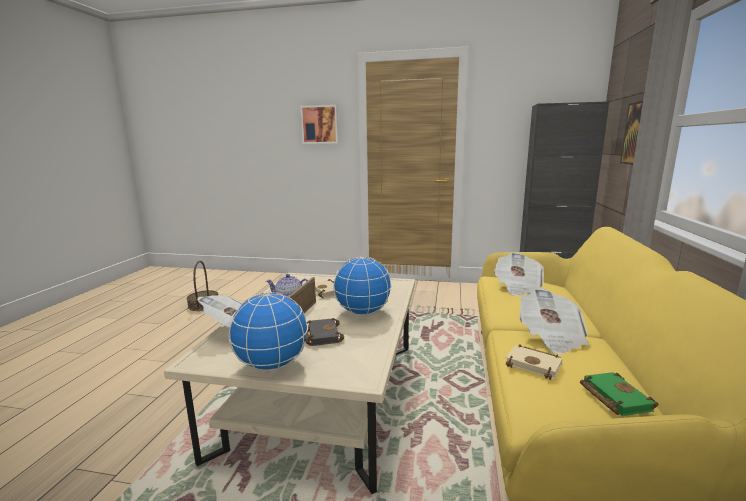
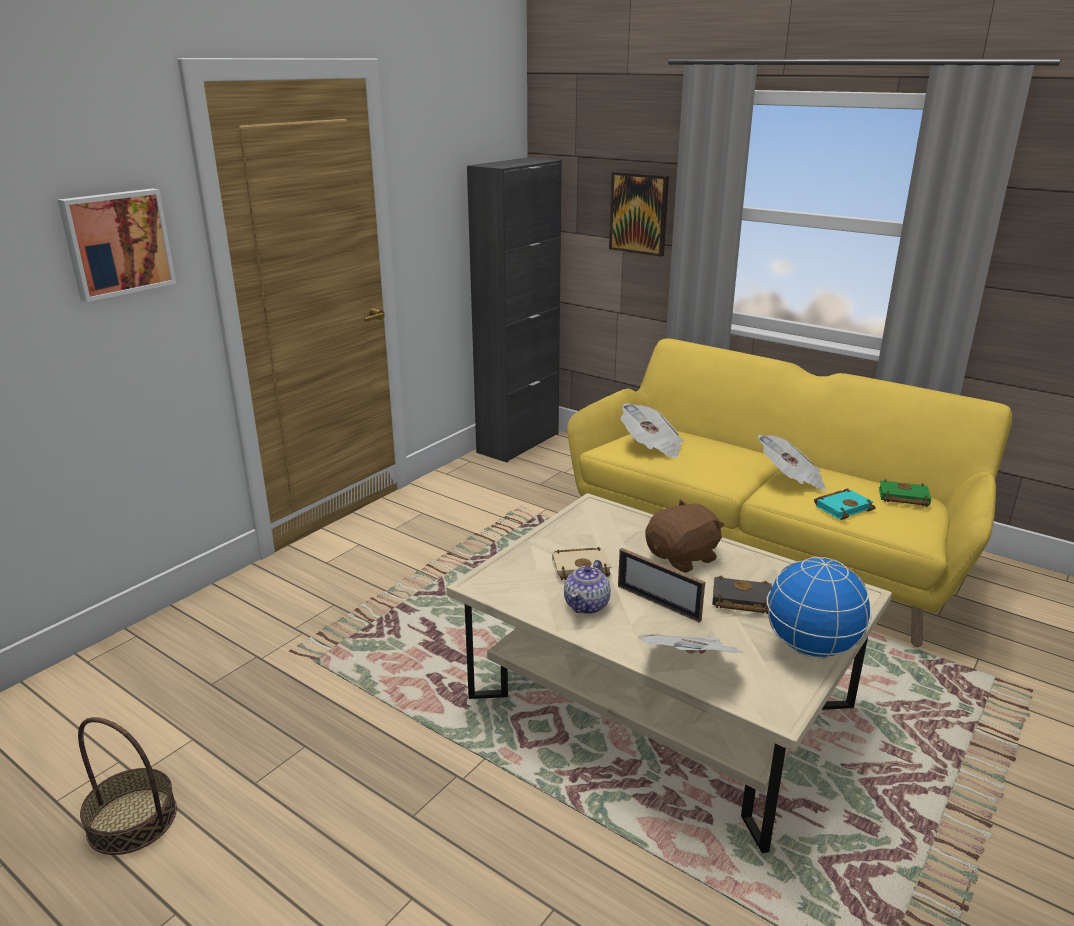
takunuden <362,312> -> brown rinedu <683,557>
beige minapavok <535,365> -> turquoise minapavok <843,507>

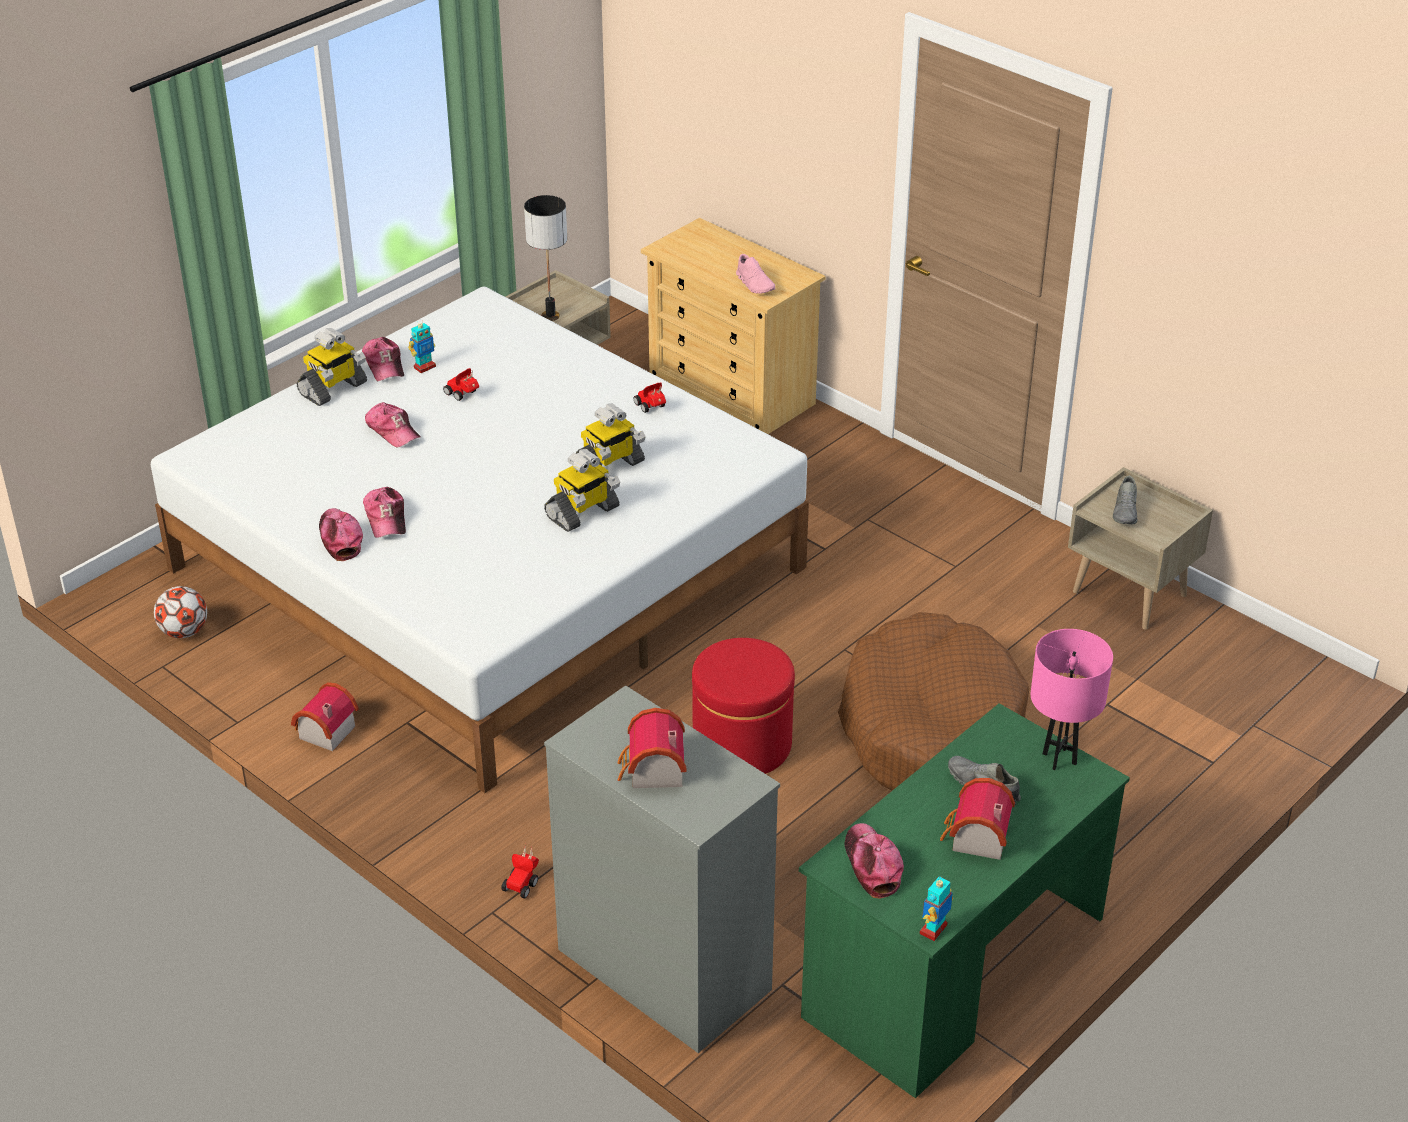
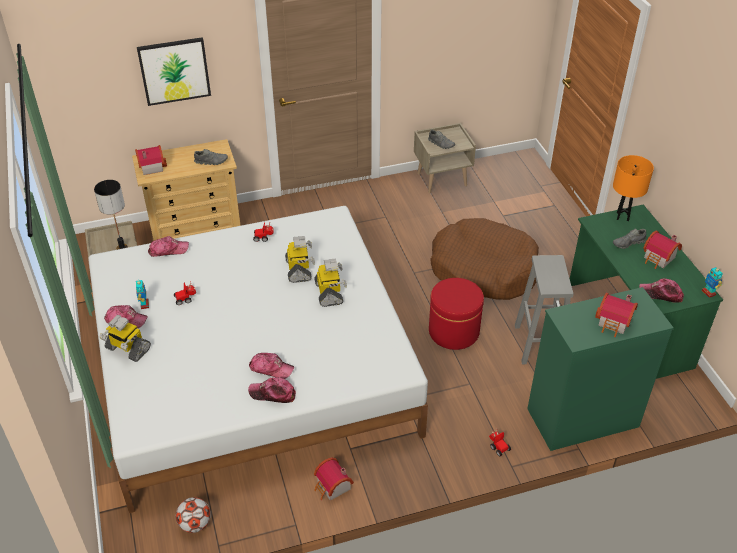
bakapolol <333,389> -> bakapolol <127,349>, 135 degrees clockwise
none -> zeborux <151,166>
none -> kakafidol <174,71>
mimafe <392,430> -> mimafe <168,250>, move
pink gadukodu <755,284> -> grey gadukodu <211,161>
none -> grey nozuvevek <538,343>
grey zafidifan <662,968> -> green zafidifan <582,418>
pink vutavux <1059,758> -> orange vutavux <622,216>

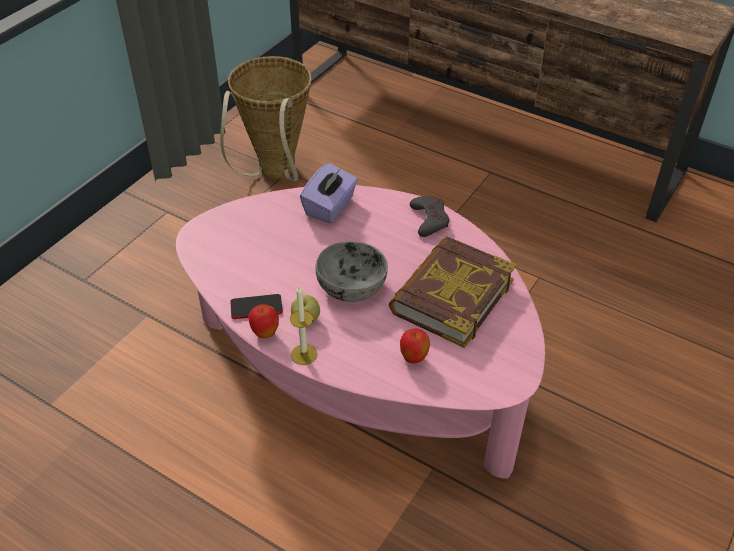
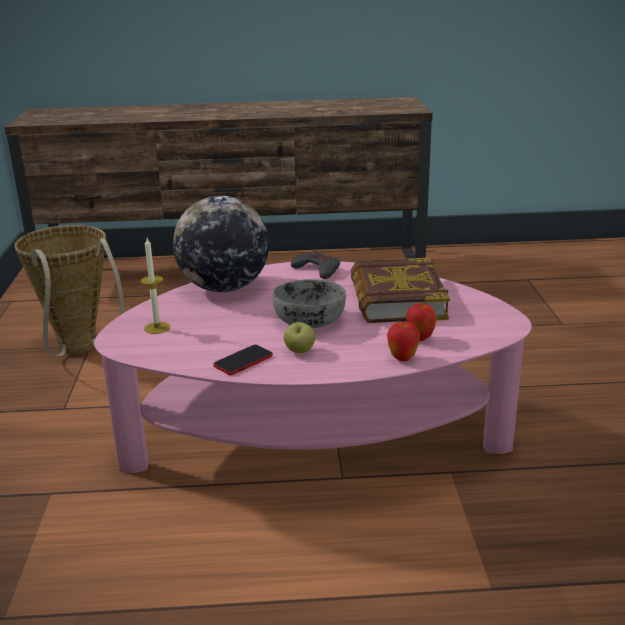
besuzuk <304,354> -> besuzuk <157,328>, move
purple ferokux <330,207> -> takunuden <224,288>
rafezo <265,333> -> rafezo <402,358>, move

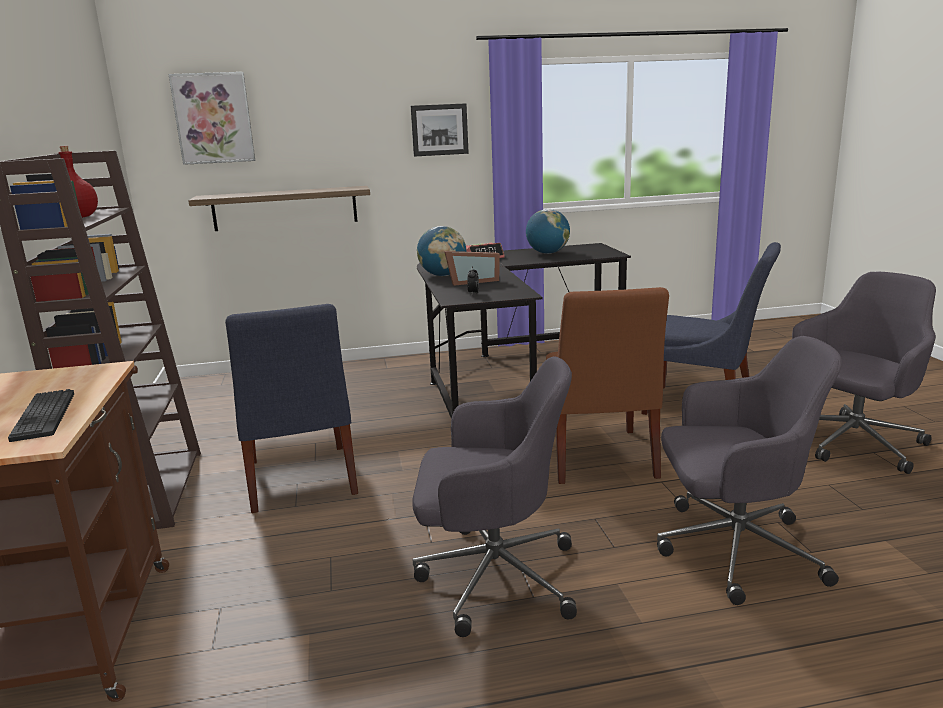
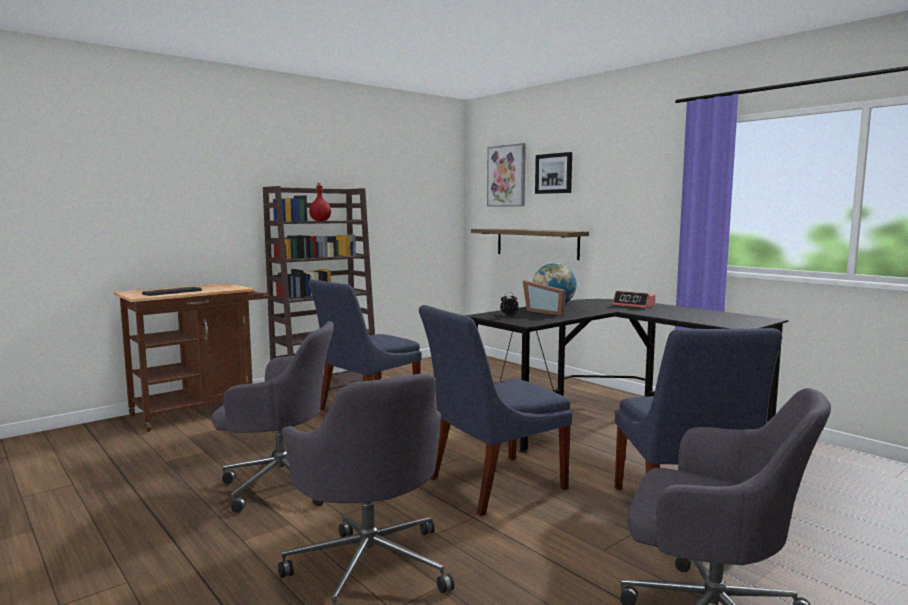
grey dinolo <493,576> -> grey dinolo <280,482>, 60 degrees counterclockwise
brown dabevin <598,458> -> blue dabevin <491,484>
kakafidol <439,130> -> kakafidol <554,173>, move
takunuden <547,253> -> none

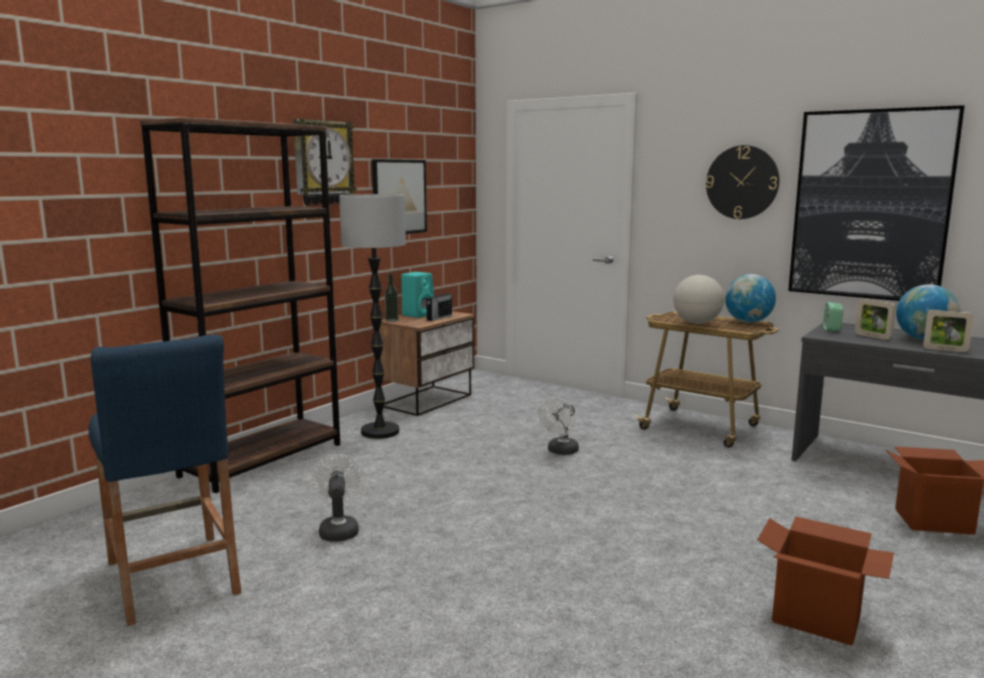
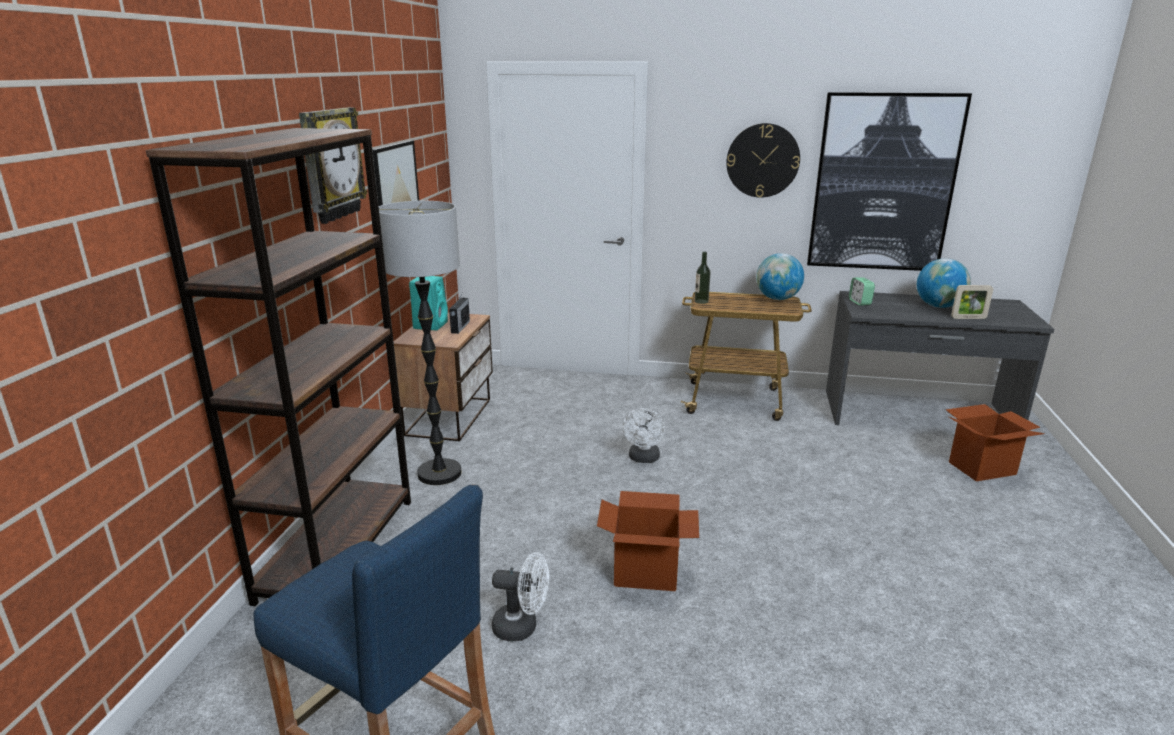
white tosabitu <338,530> -> white tosabitu <522,627>, 135 degrees clockwise
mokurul <817,619> -> mokurul <646,573>, move
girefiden <392,320> -> girefiden <701,301>, move
takunuden <696,323> -> none
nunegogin <872,336> -> none

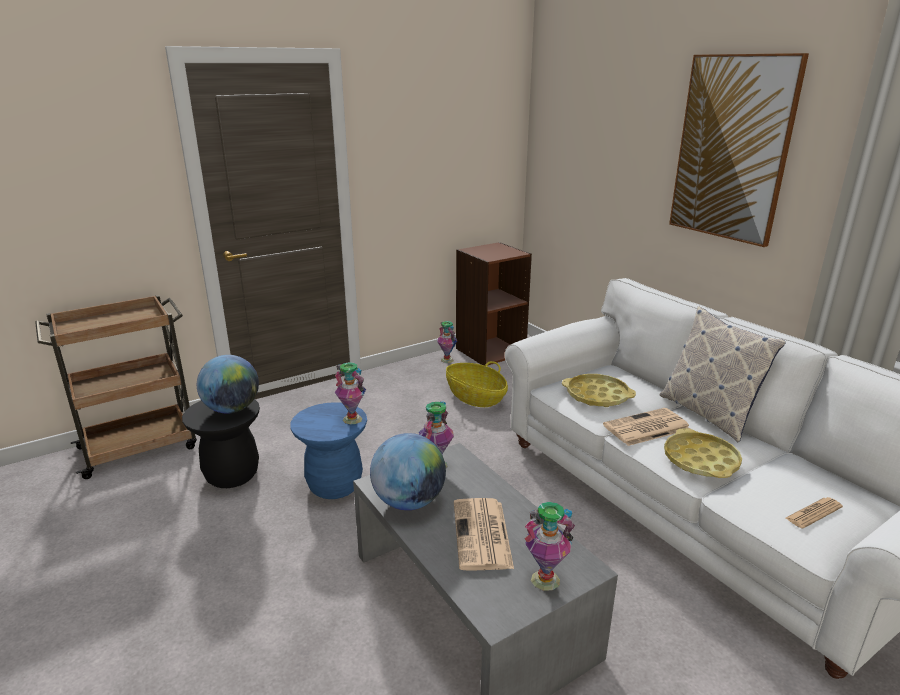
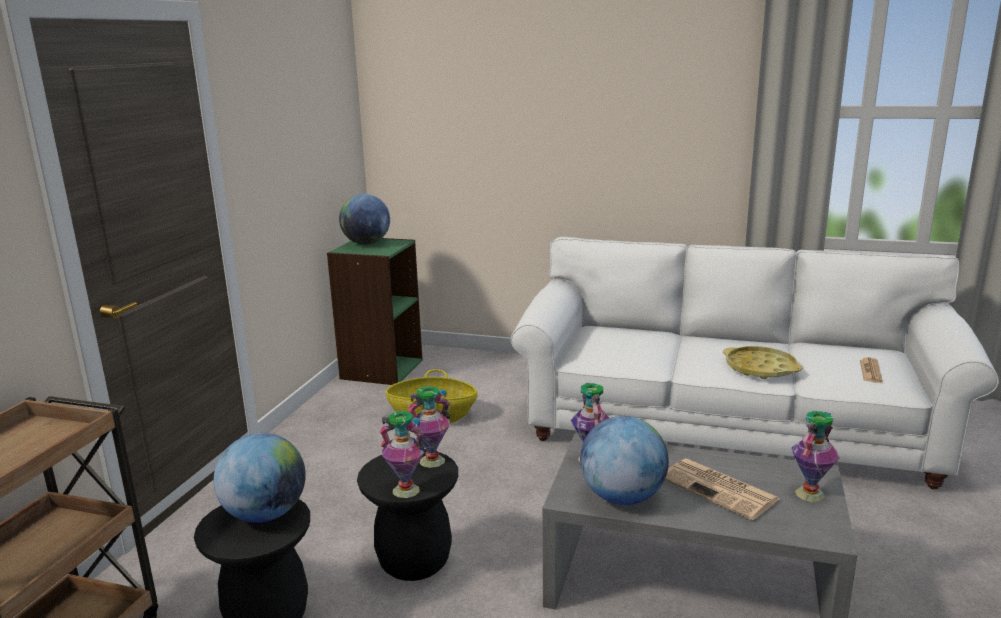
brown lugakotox <490,351> -> green lugakotox <381,369>
none -> takunuden <366,243>
blue nozuvevek <334,485> -> black nozuvevek <414,561>
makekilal <447,360> -> makekilal <406,490>, move
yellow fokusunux <597,395> -> none
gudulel <646,428> -> none
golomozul <708,414> -> none
kakafidol <732,149> -> none

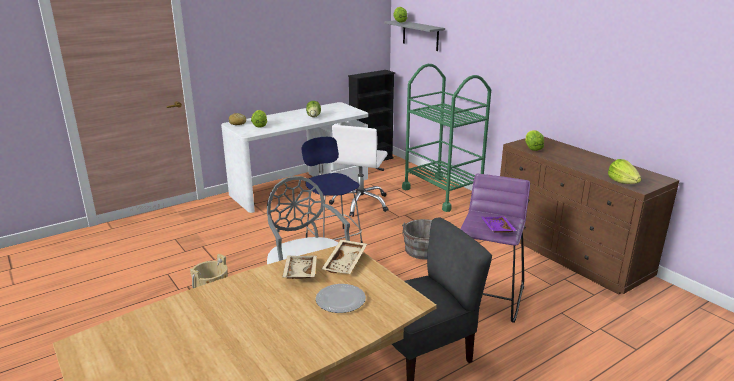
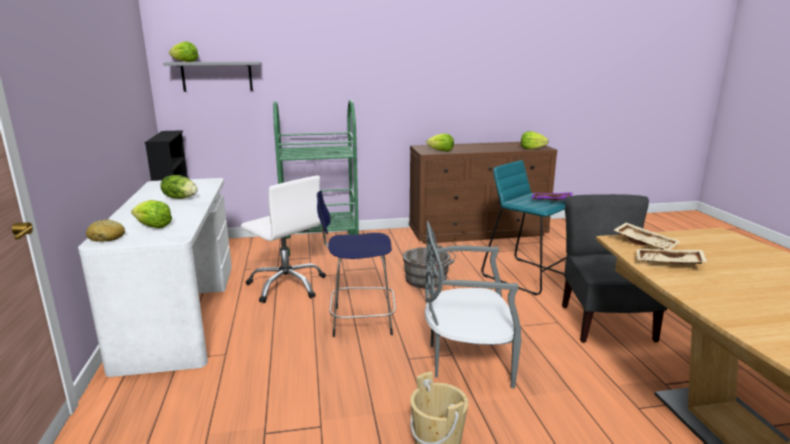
purple nozuvevek <486,297> -> turquoise nozuvevek <526,275>
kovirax <340,300> -> none

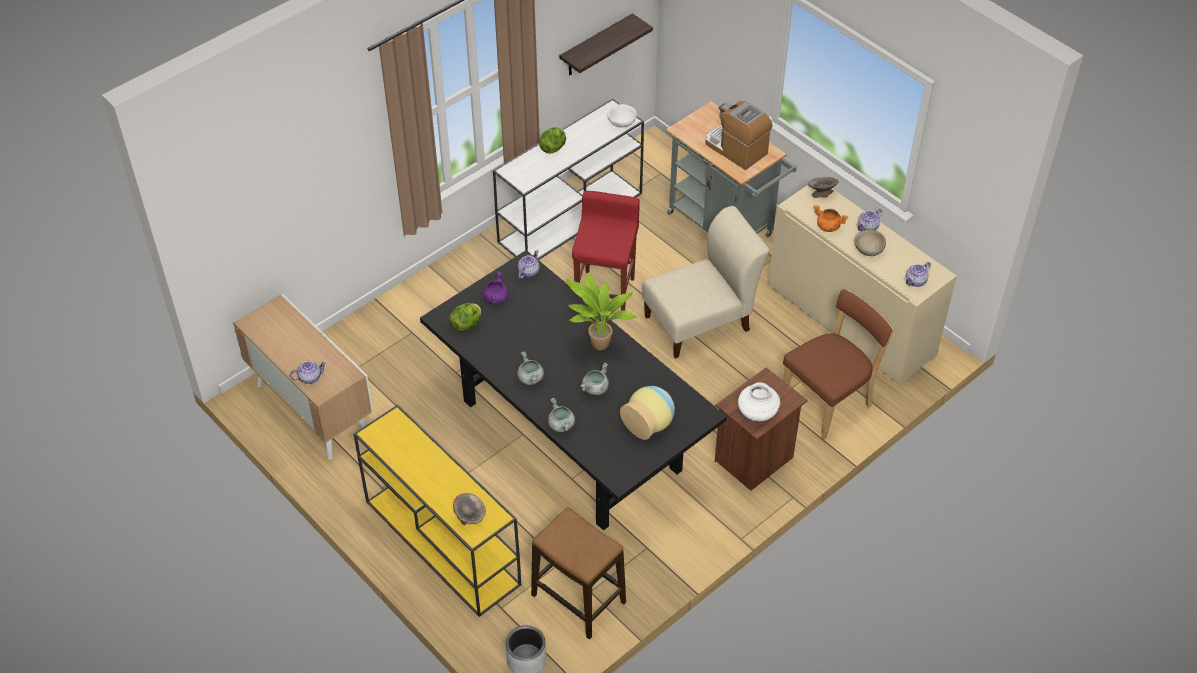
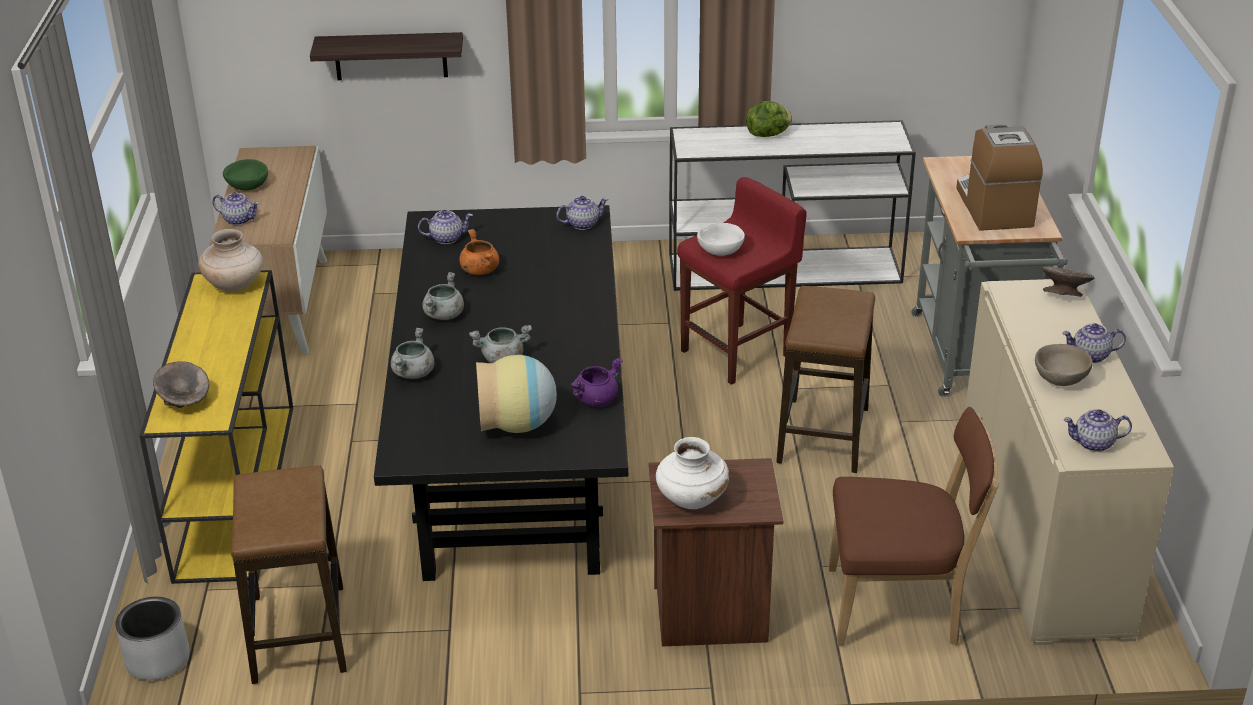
none -> beige makekilal <235,285>
none -> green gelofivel <247,187>
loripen <596,46> -> loripen <390,56>, move
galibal <467,324> -> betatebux <447,238>
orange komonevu <828,226> -> orange komonevu <479,270>, move
purple komonevu <495,298> -> purple komonevu <595,399>, move
white gelofivel <622,122> -> white gelofivel <721,251>, move
beige dabevin <701,321> -> nozuvevek <823,436>
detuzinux <598,347> -> none

